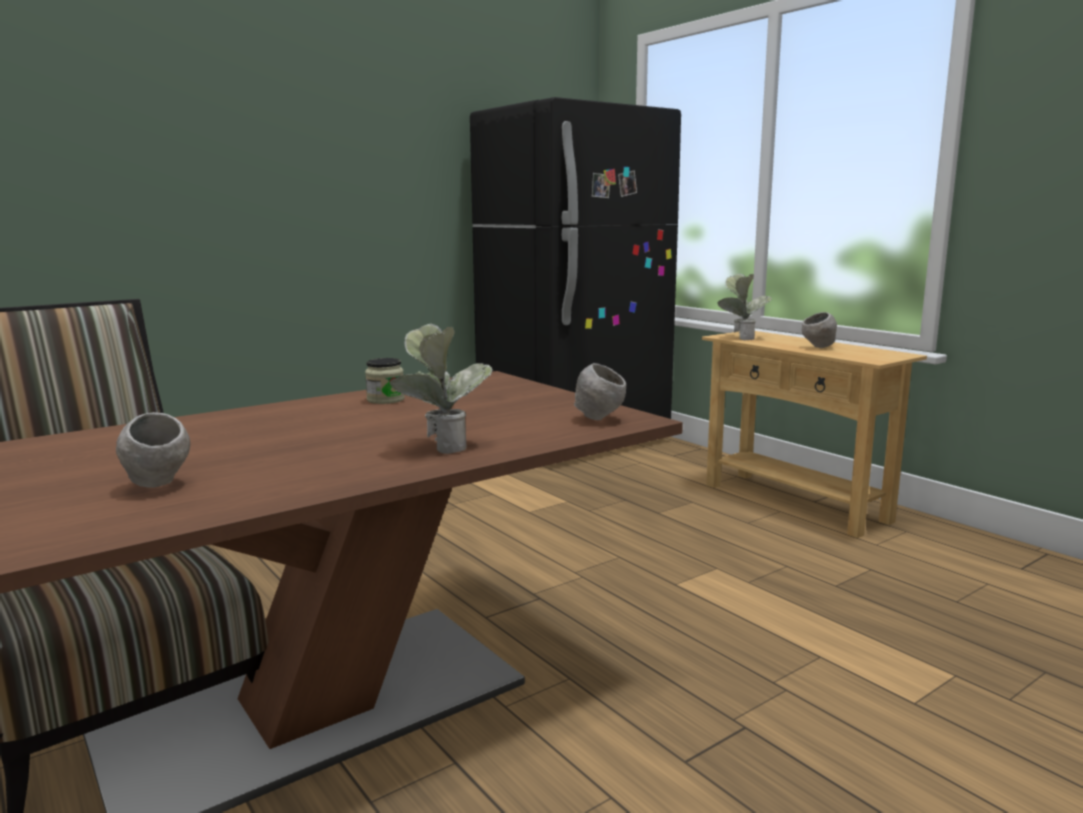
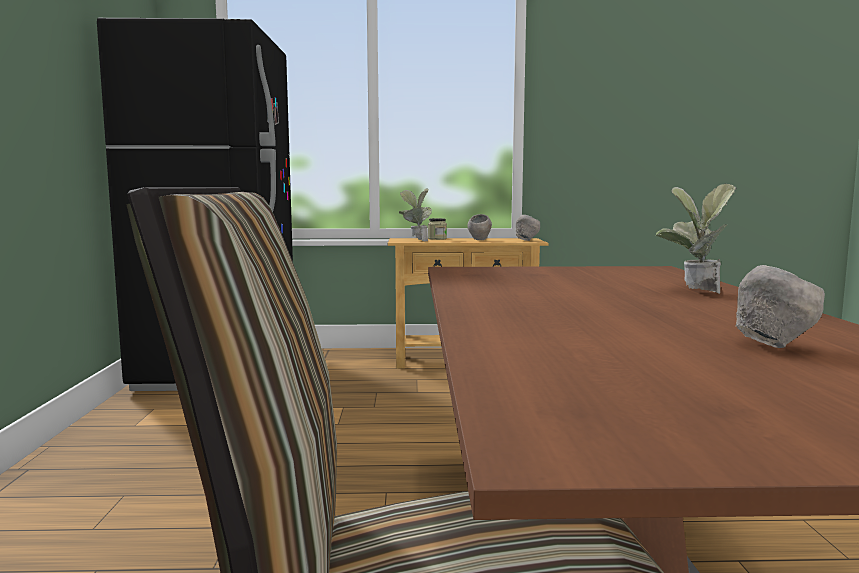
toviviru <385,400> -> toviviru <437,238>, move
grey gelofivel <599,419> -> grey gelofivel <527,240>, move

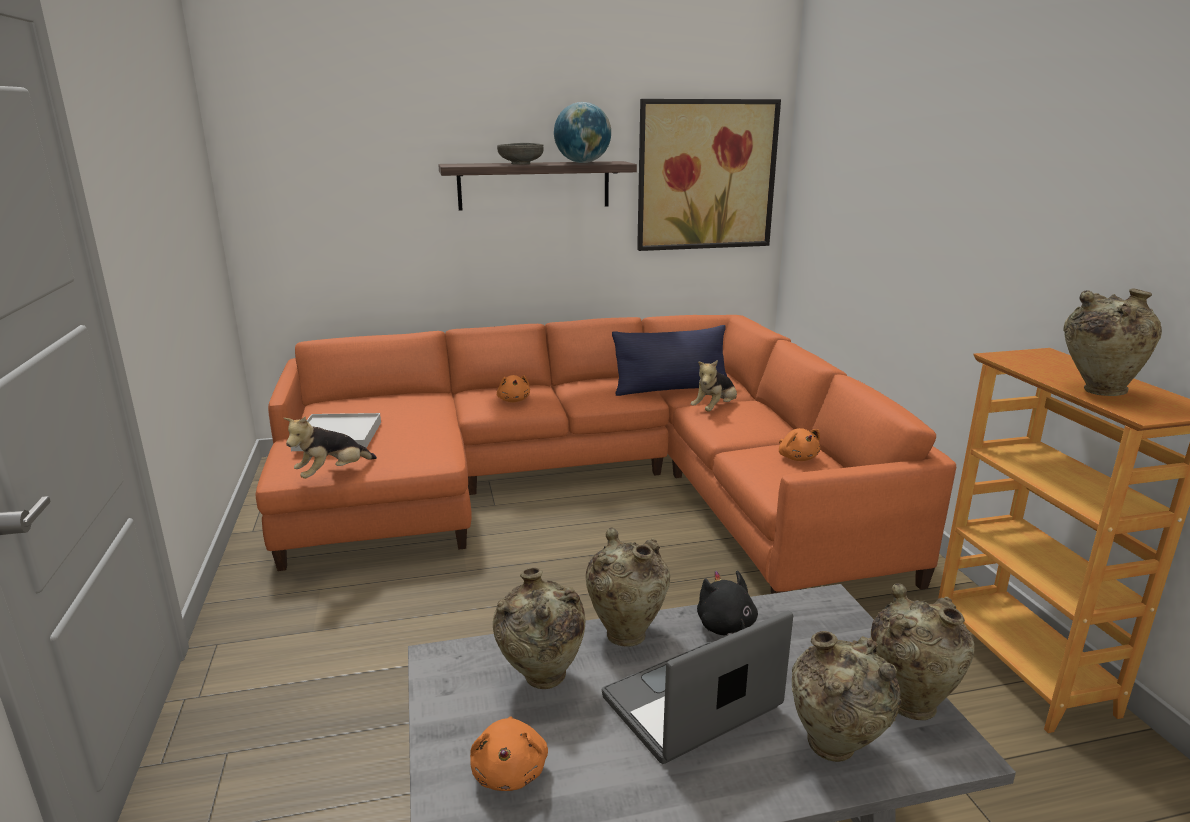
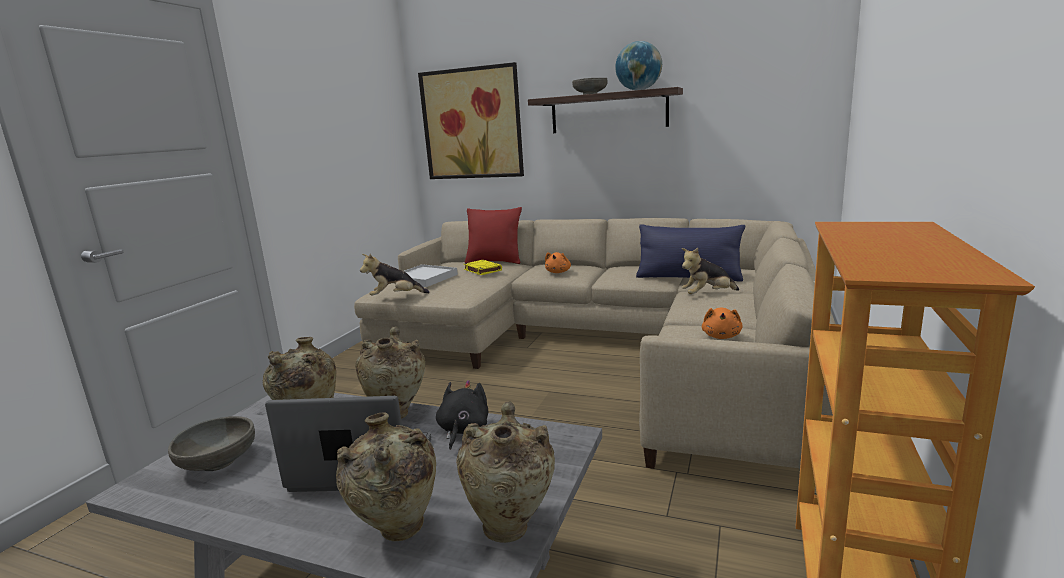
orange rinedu <510,770> -> grey gelofivel <218,462>
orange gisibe <584,486> -> beige gisibe <602,347>
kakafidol <706,175> -> kakafidol <472,124>, move
none -> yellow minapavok <482,270>
none -> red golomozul <494,262>
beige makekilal <1096,390> -> none

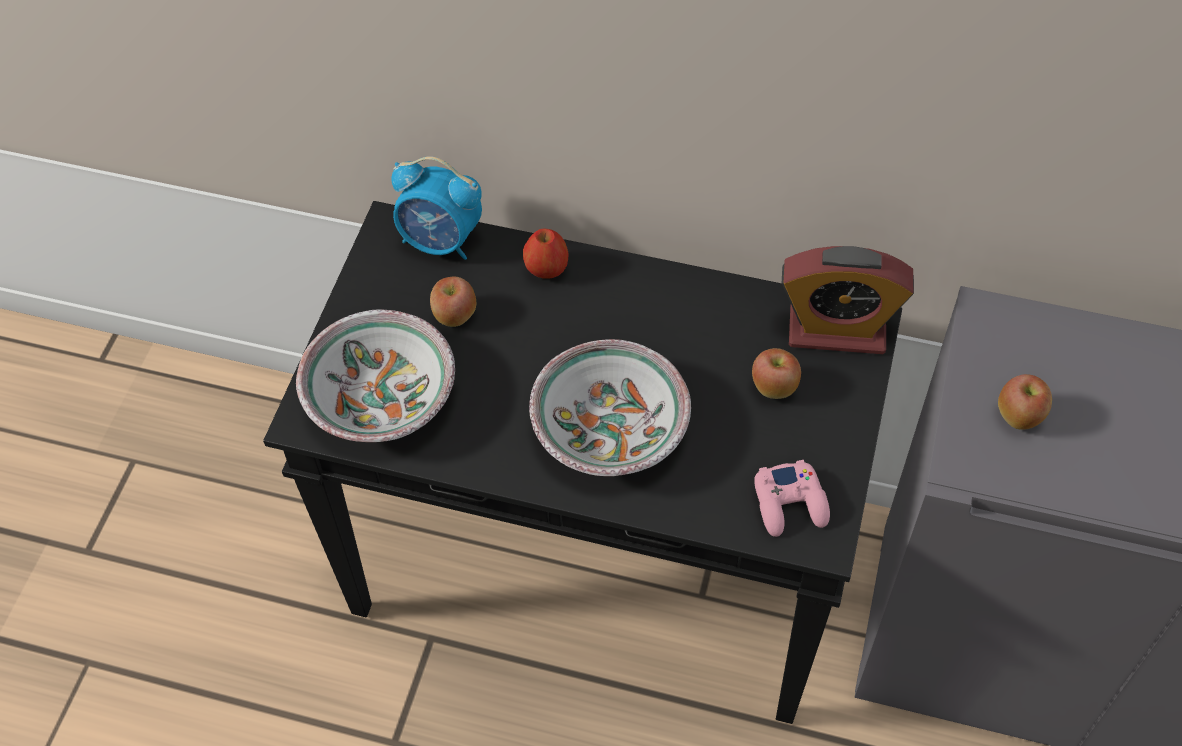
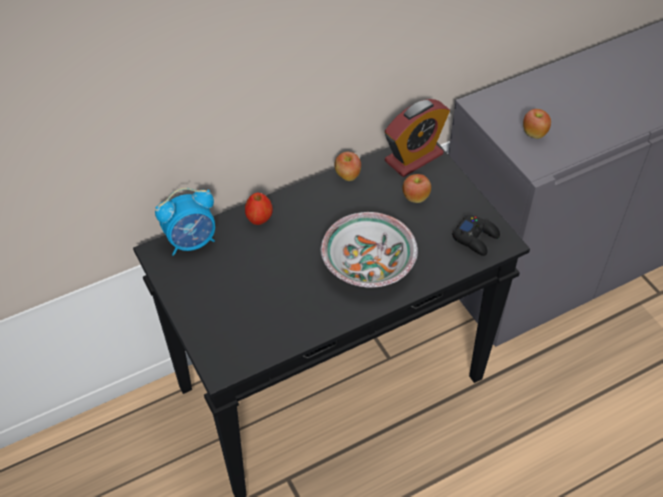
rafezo <454,316> -> rafezo <347,176>, move
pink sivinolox <790,503> -> black sivinolox <475,238>
gelofivel <382,399> -> none

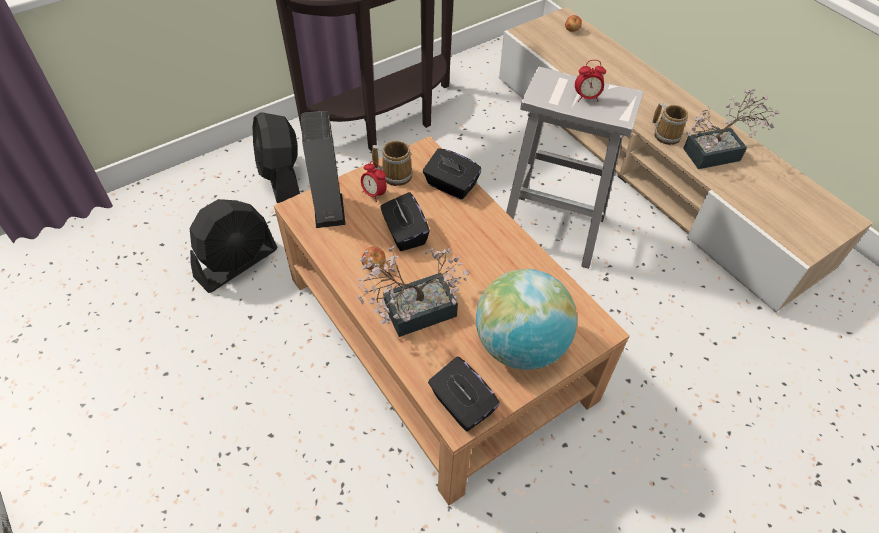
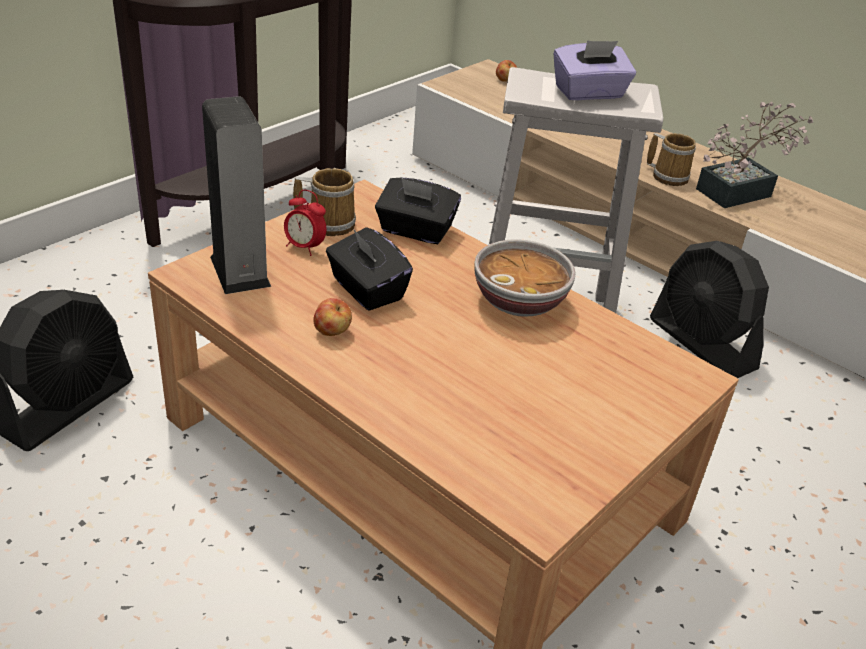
none -> gelofivel <519,301>
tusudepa <586,98> -> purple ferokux <589,93>
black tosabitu <281,176> -> black tosabitu <702,344>, move
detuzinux <411,313> -> none
black ferokux <461,405> -> none
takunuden <520,345> -> none

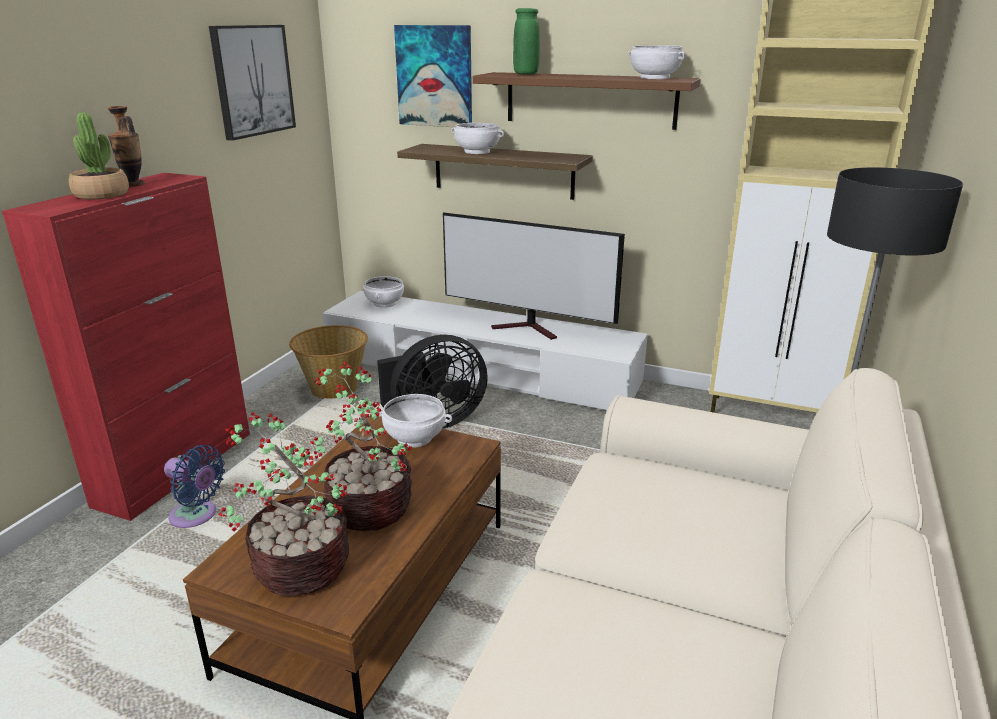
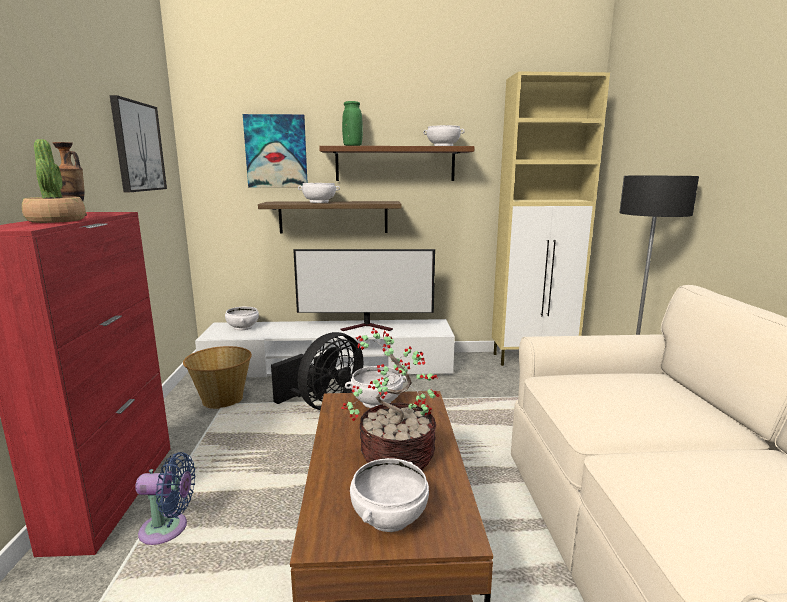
detuzinux <298,566> -> white gelofivel <388,516>

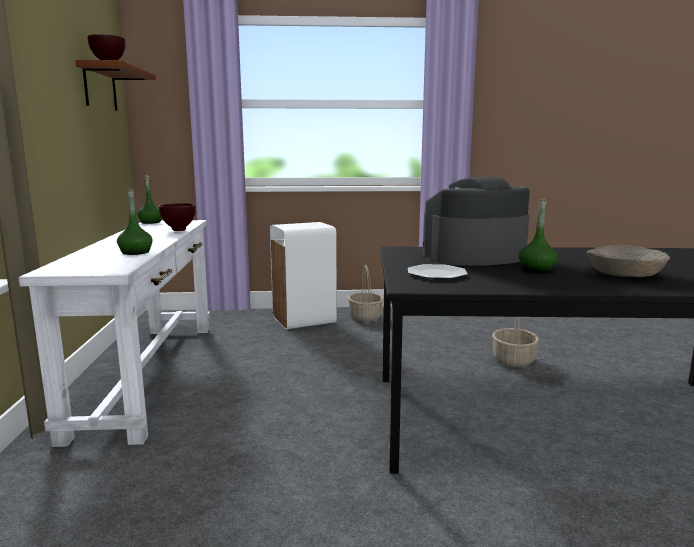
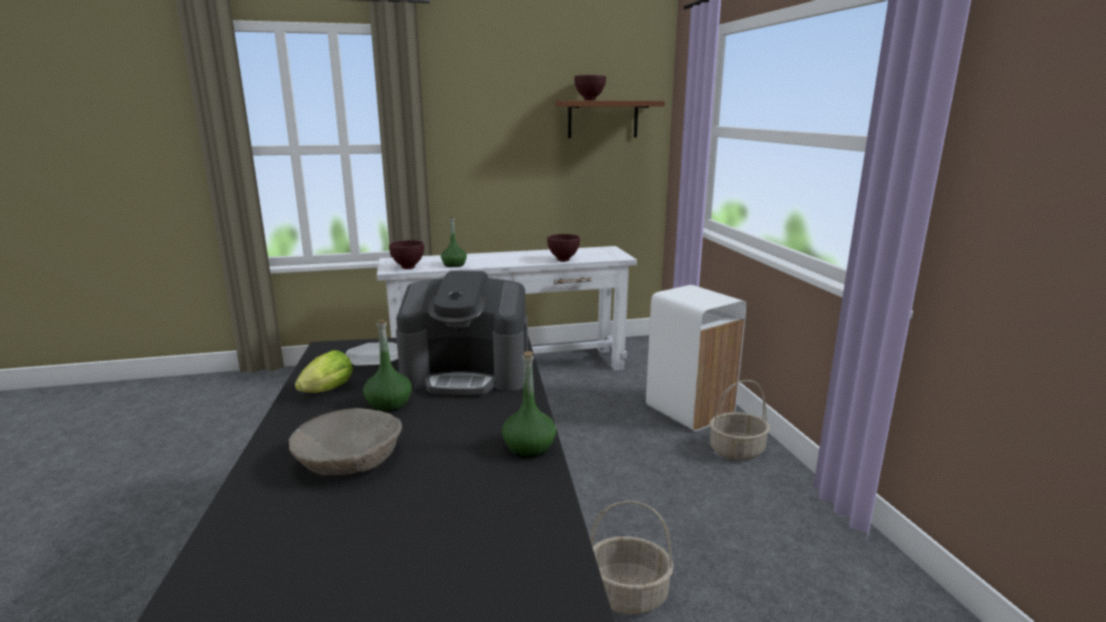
none -> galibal <325,392>
none -> brown gelofivel <407,268>
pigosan <474,256> -> pigosan <467,373>, 120 degrees clockwise
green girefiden <151,222> -> green girefiden <529,448>, move

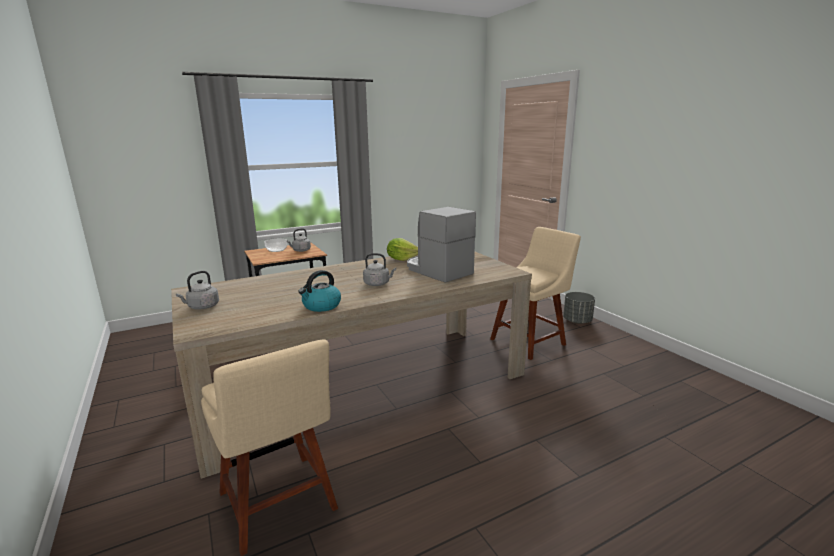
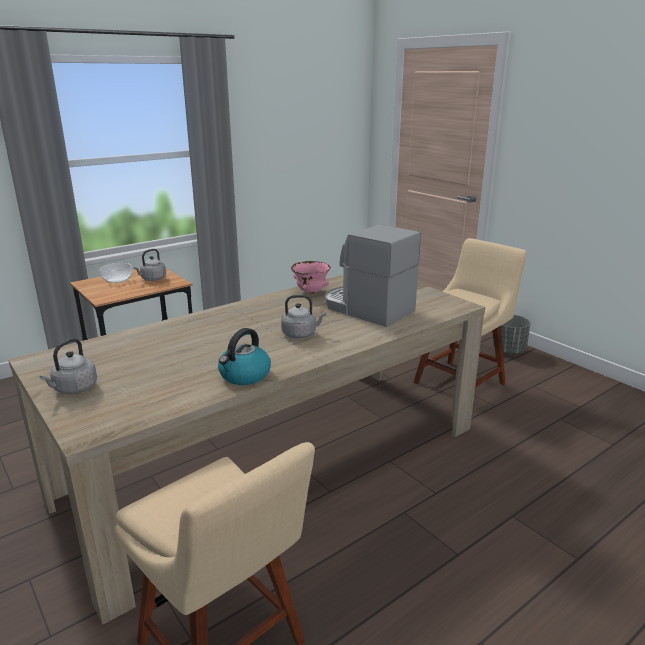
galibal <401,259> -> pink gelofivel <310,292>

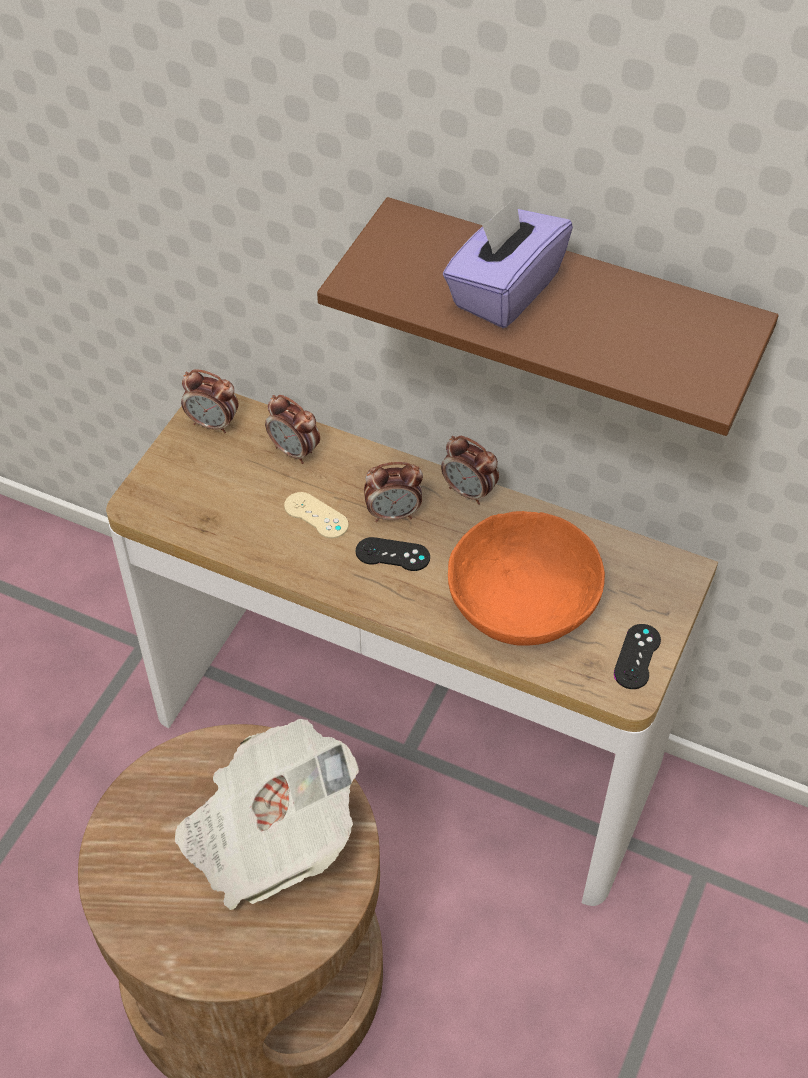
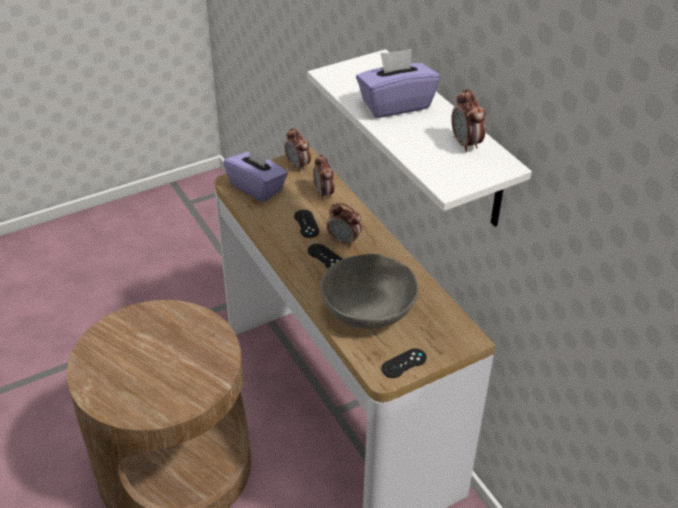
none -> purple ferokux <257,187>
beige sivinolox <316,515> -> black sivinolox <306,224>
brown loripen <569,308> -> white loripen <448,141>
orange gelofivel <523,604> -> grey gelofivel <368,310>
tusudepa <469,492> -> tusudepa <466,144>, move
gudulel <268,835> -> none

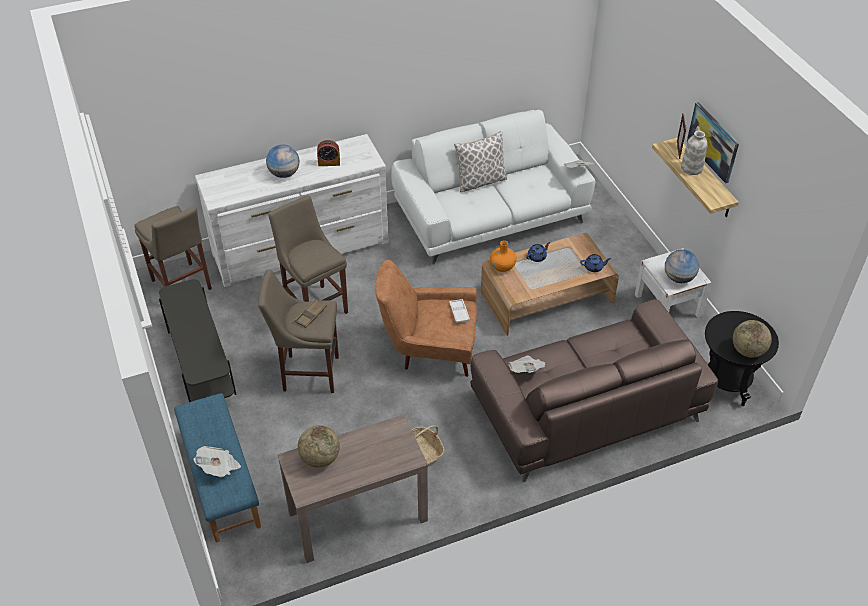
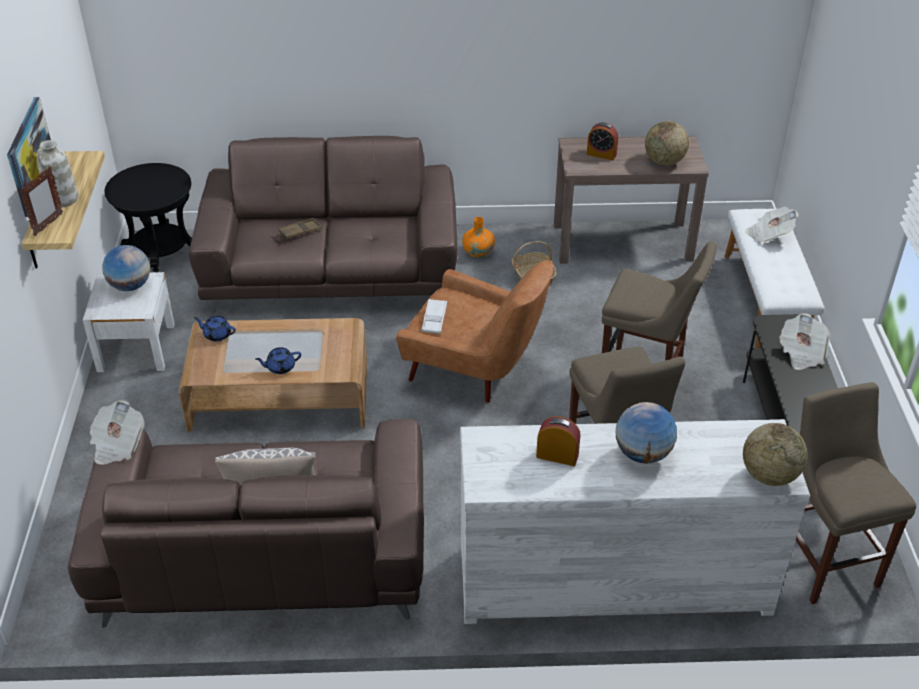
white gisibe <491,214> -> brown gisibe <263,553>
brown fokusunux <311,315> -> brown fokusunux <300,231>, move
orange makekilal <502,267> -> orange makekilal <478,252>, move
none -> tusudepa <601,154>
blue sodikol <221,480> -> white sodikol <765,301>
takunuden <748,350> -> takunuden <769,475>, move
gudulel <526,370> -> gudulel <801,353>, move

